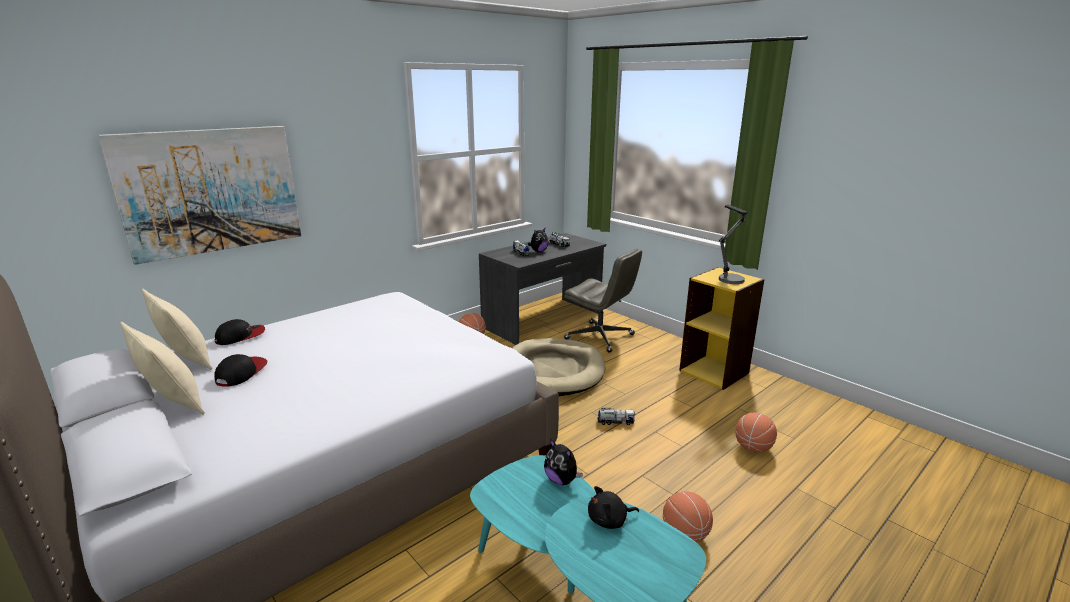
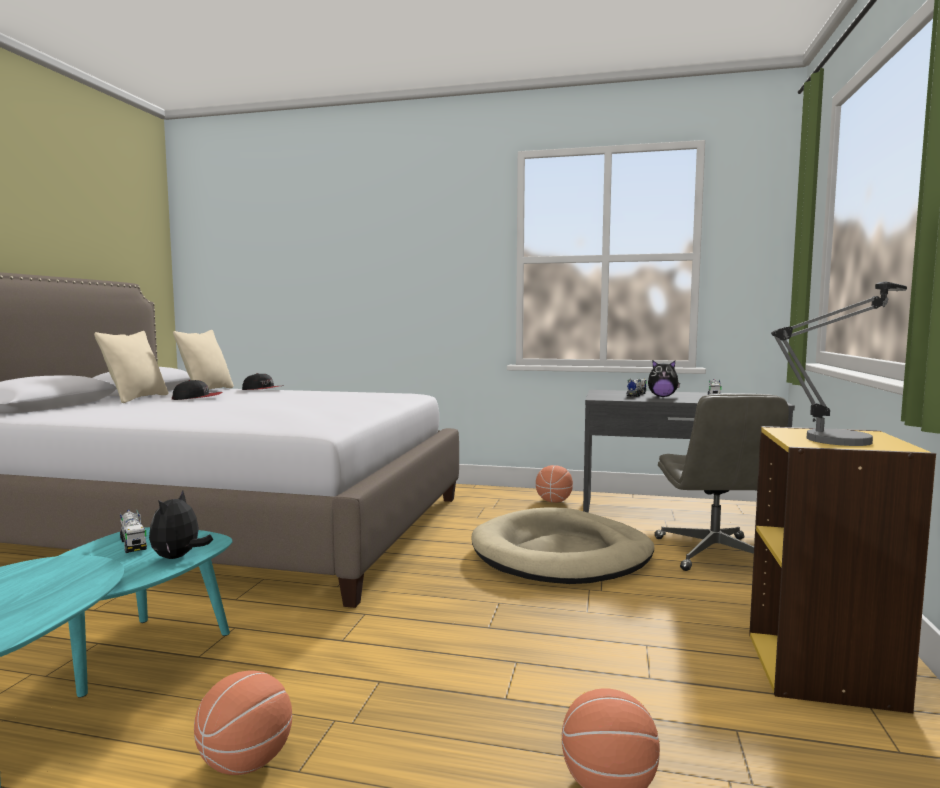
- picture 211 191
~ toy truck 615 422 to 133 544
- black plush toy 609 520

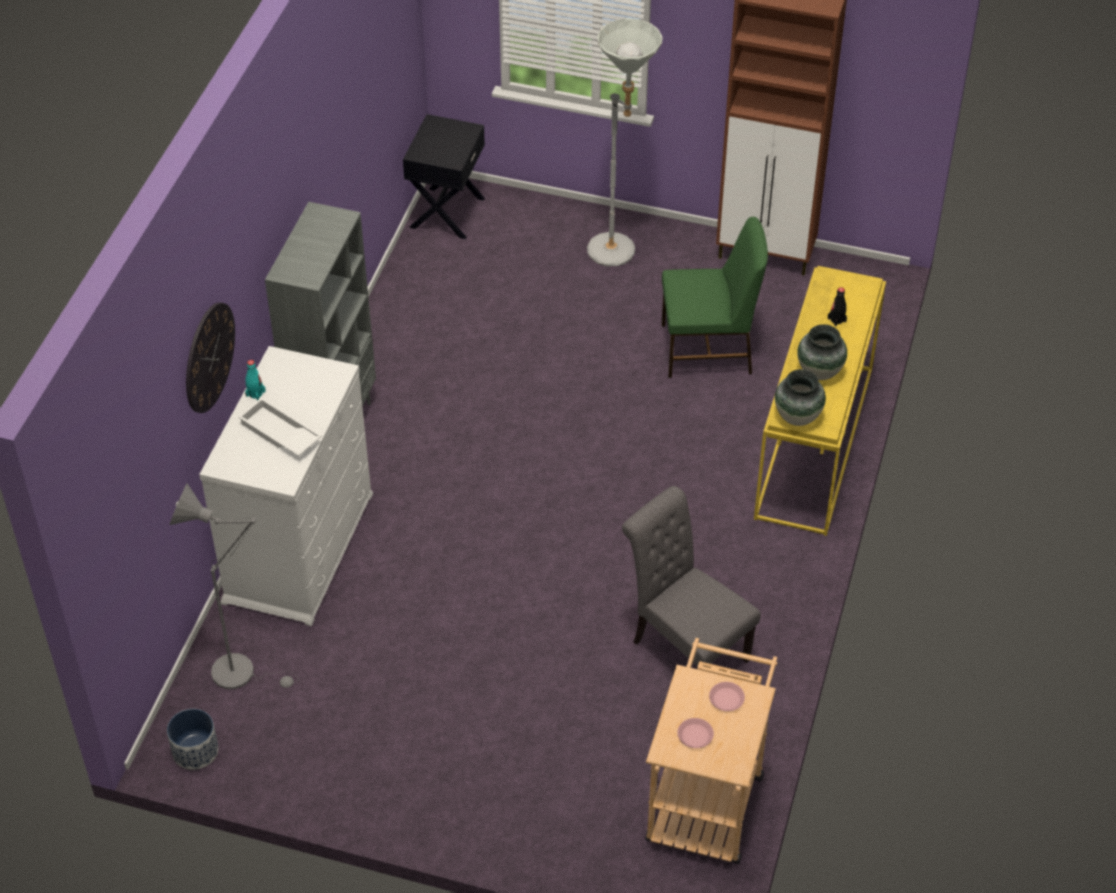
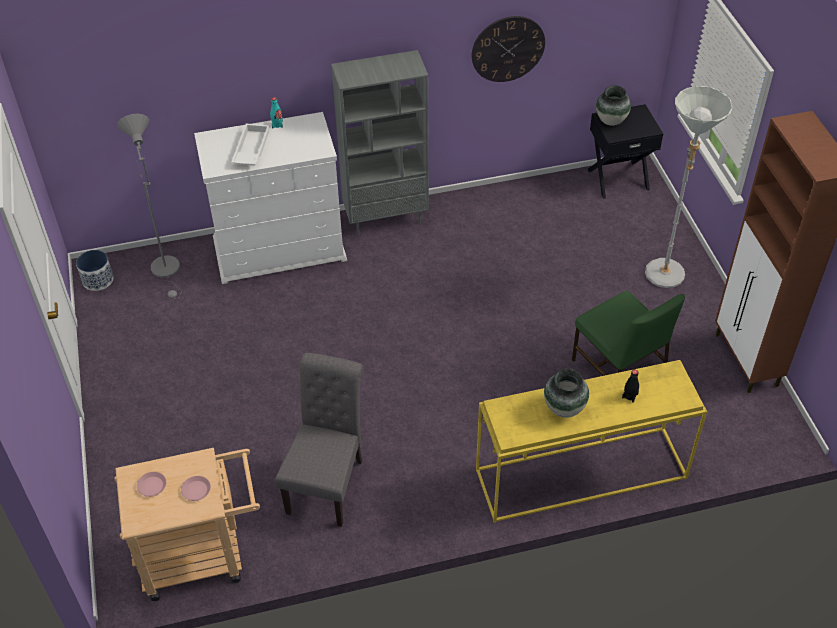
~ wall clock 209 357 to 508 49
~ vase 797 417 to 611 121

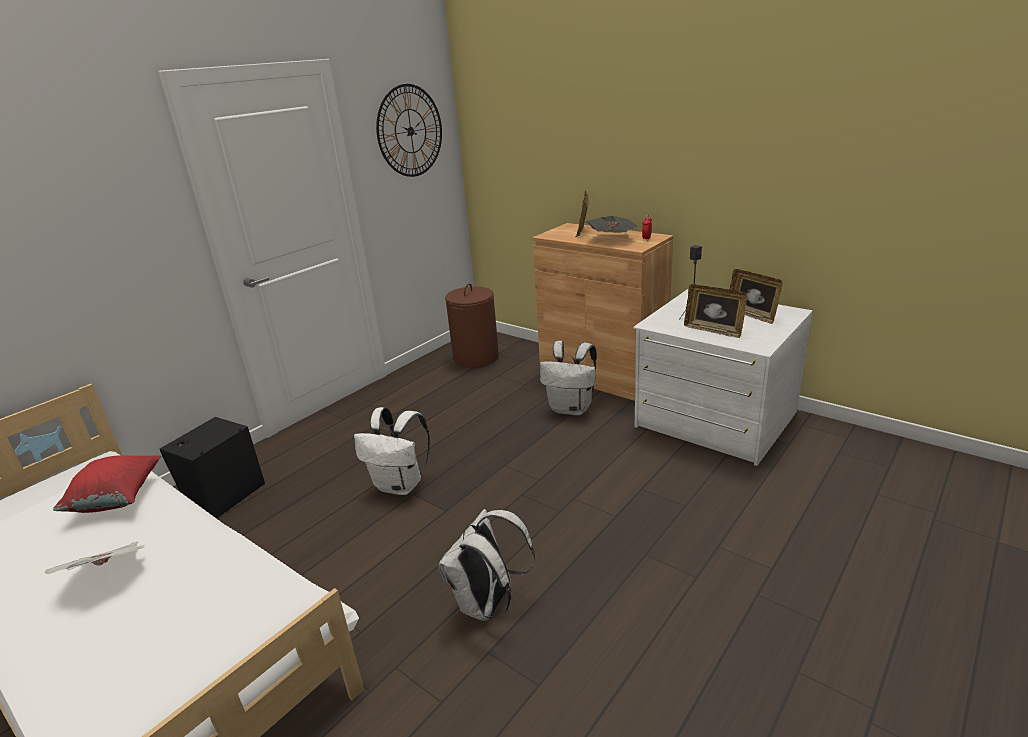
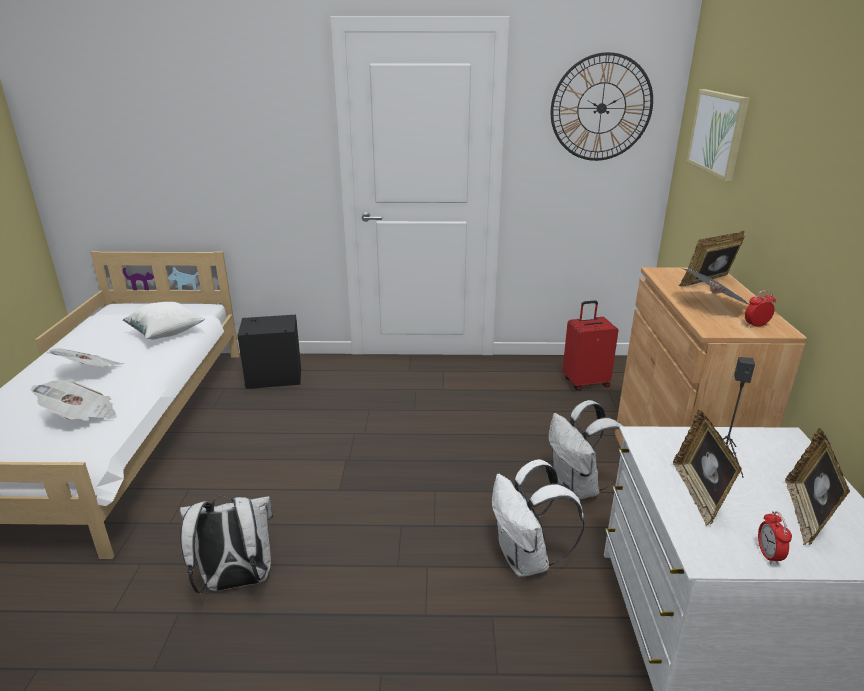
~ brown laundry basket 476 357 to red suitcase 585 382
~ white backpack 400 485 to 526 560
~ red pillow 117 499 to white pillow 166 334
+ picture 717 133
+ newspaper 82 417
+ alarm clock 768 555

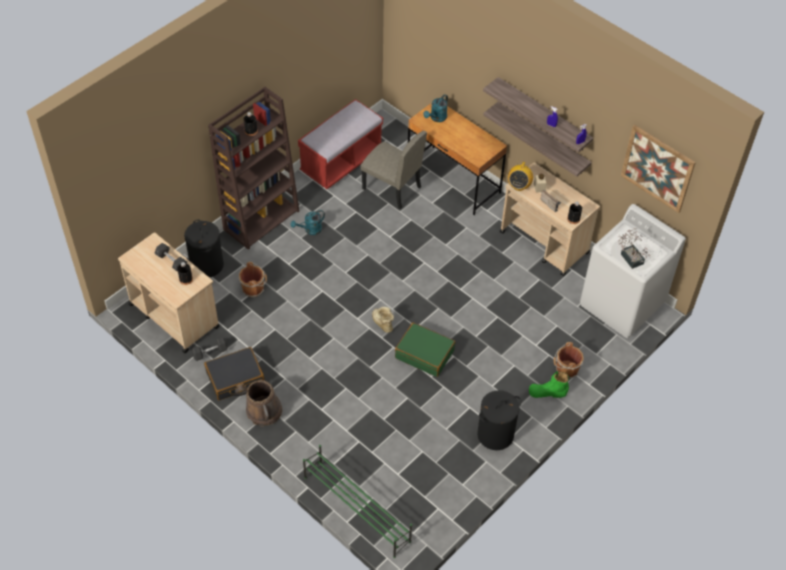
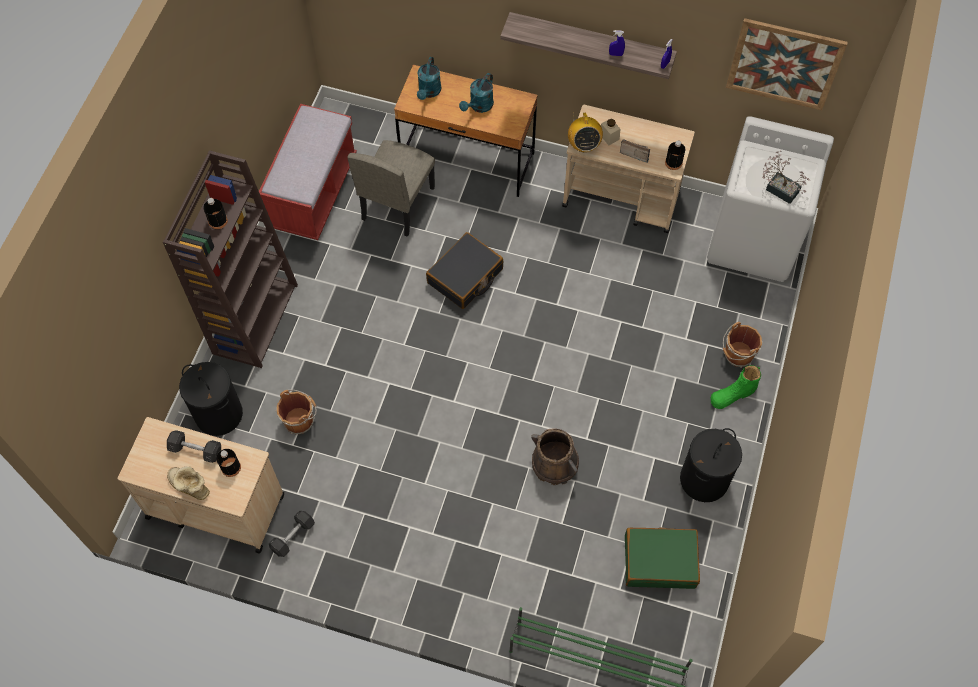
- shelf 542 139
~ beige chair 391 188 = 397 203 105 degrees clockwise
~ turquoise watering can 310 230 to 479 106
~ boot 382 323 to 189 487
~ green suitcase 424 354 to 660 561
~ black suitcase 235 379 to 465 276
~ brown bucket 264 411 to 554 463

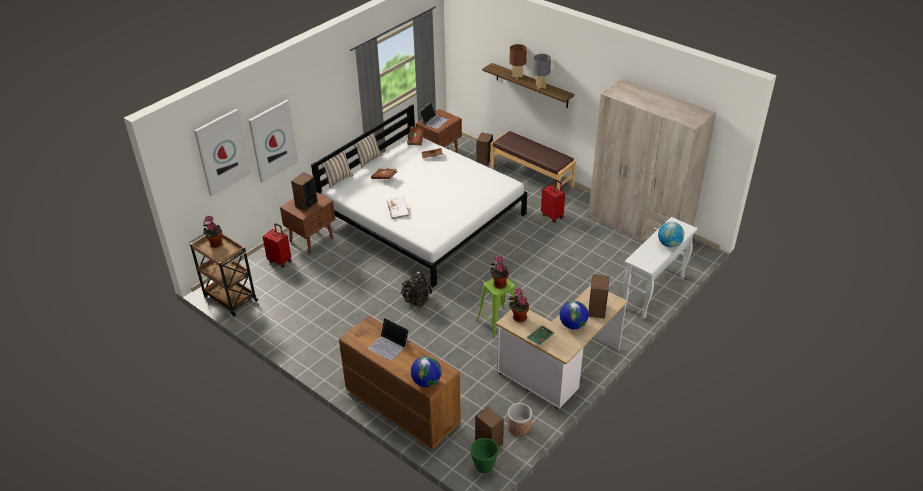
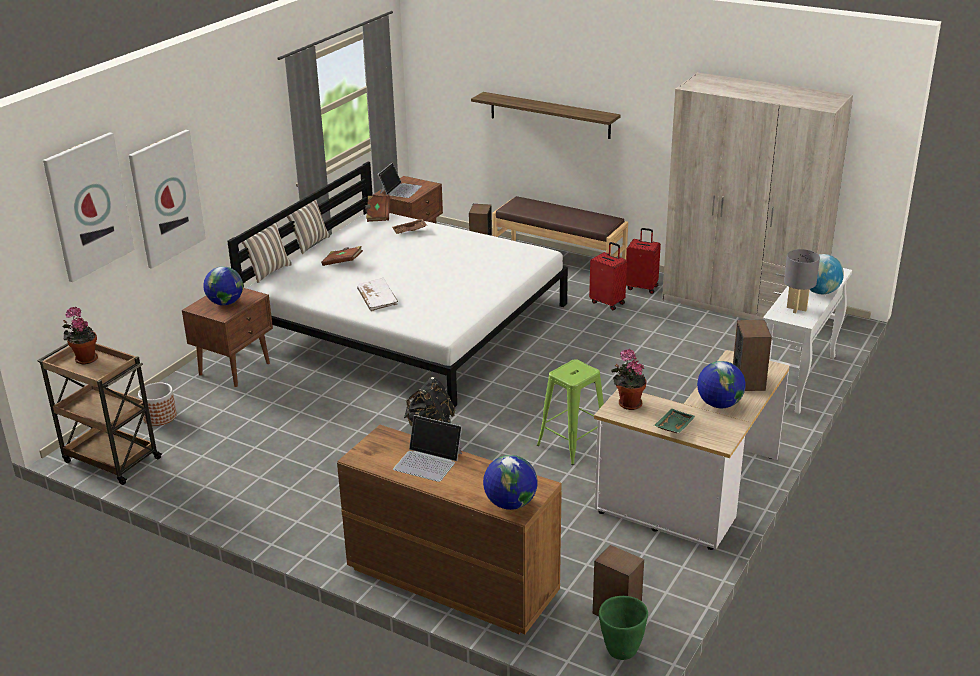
- brown table lamp 517 76
~ grey table lamp 540 86 to 796 309
~ speaker 306 204 to globe 225 303
~ red suitcase 280 260 to 642 287
- potted plant 499 284
~ planter 519 426 to 159 417

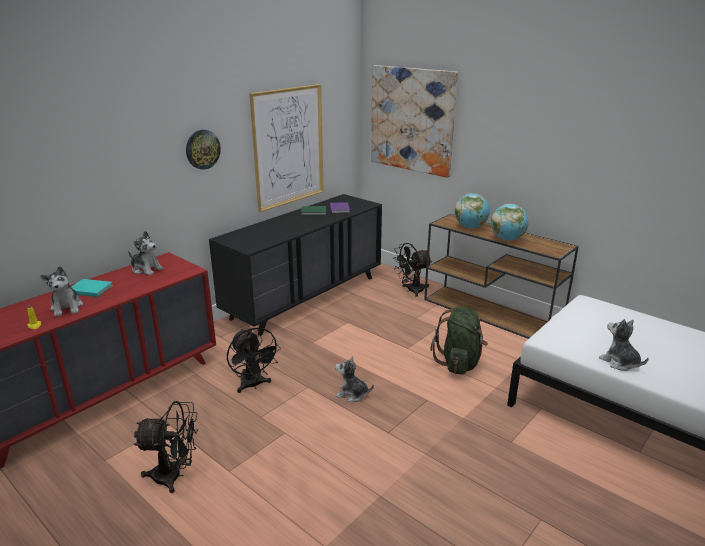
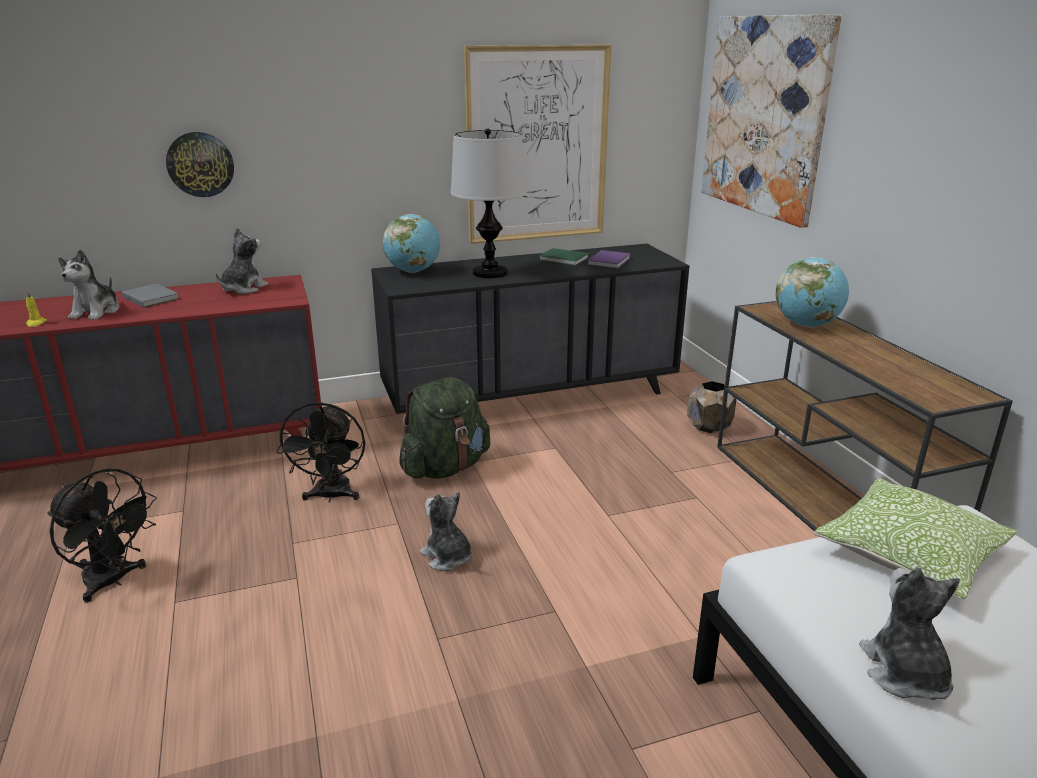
~ wall clock 202 149 to 200 164
~ globe 507 239 to 413 271
~ plush toy 146 269 = 243 289 120 degrees counterclockwise
~ black fan 411 290 to brown planter 709 427
~ turquoise book 90 289 to grey book 151 297
~ green backpack 459 363 to 445 468
+ table lamp 489 273
+ pillow 909 554

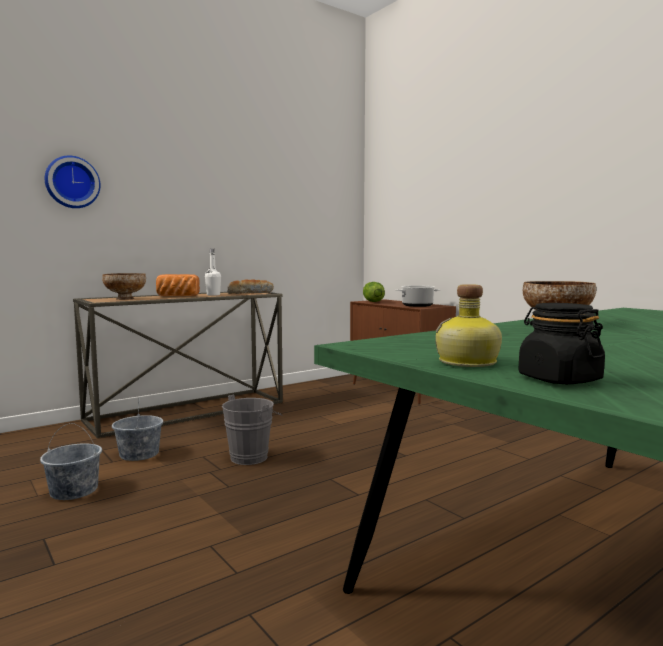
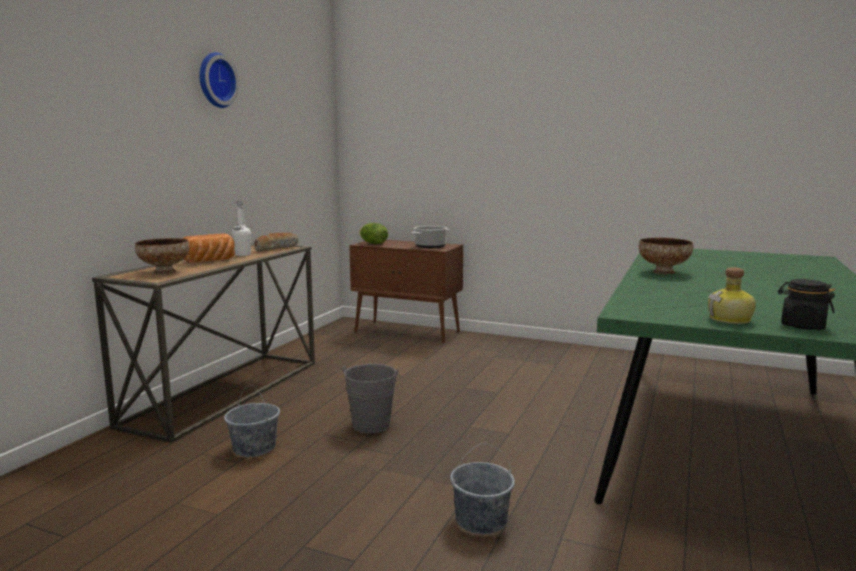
~ wall clock 72 182 to 215 80
~ grey bucket 73 491 to 480 520

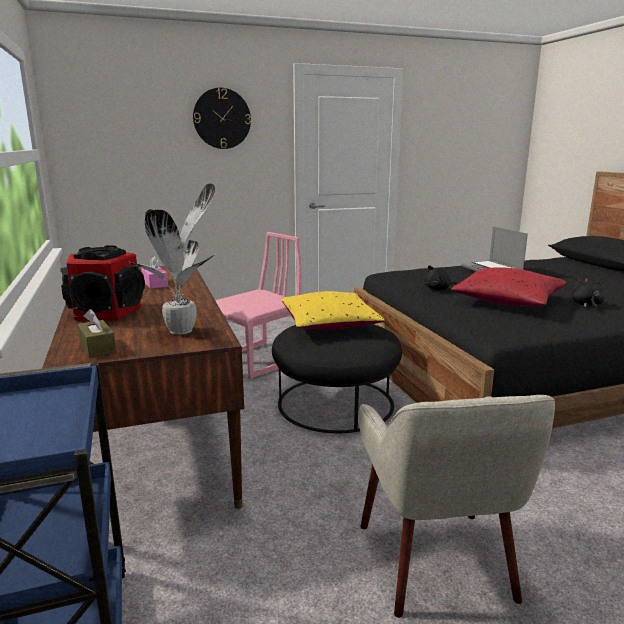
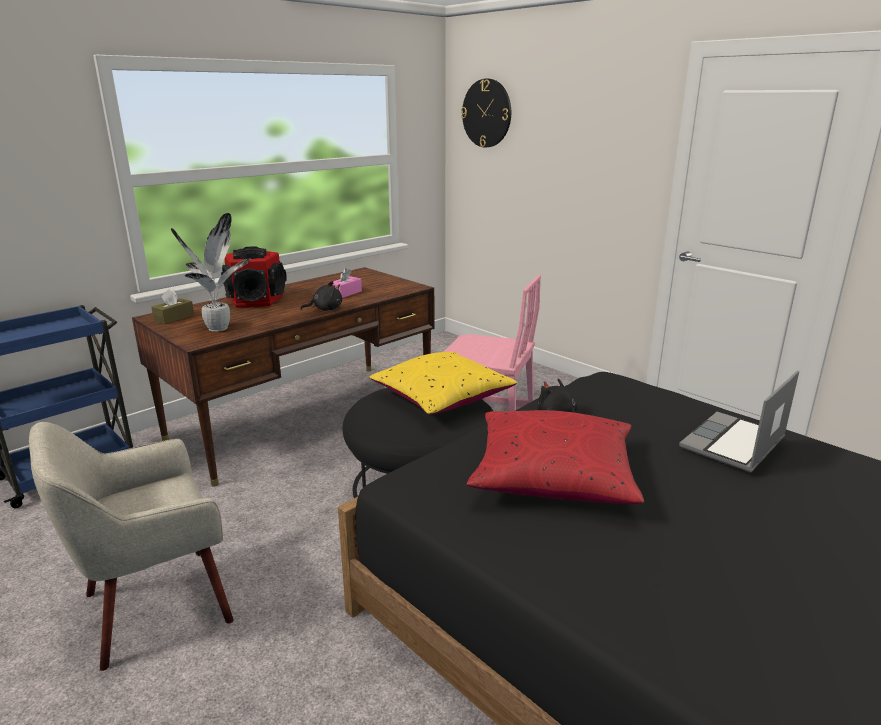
~ wall clock 222 118 to 487 113
~ black plush toy 586 305 to 325 309

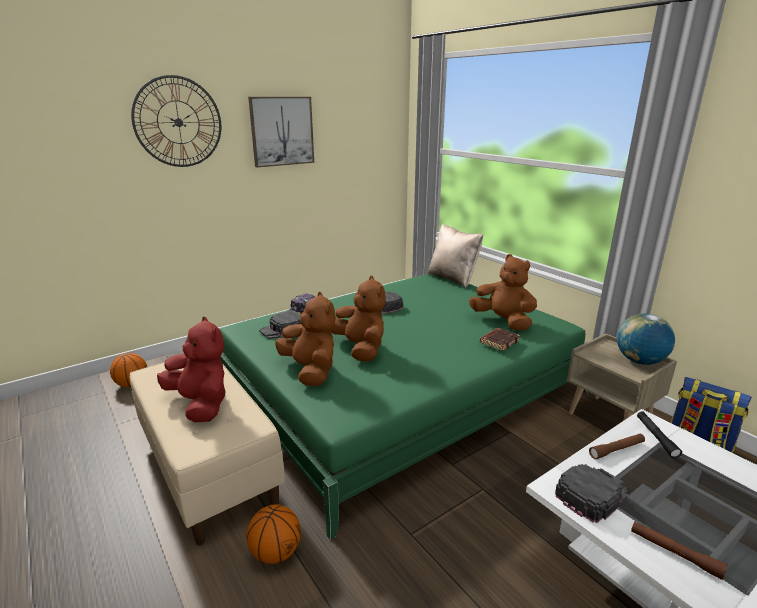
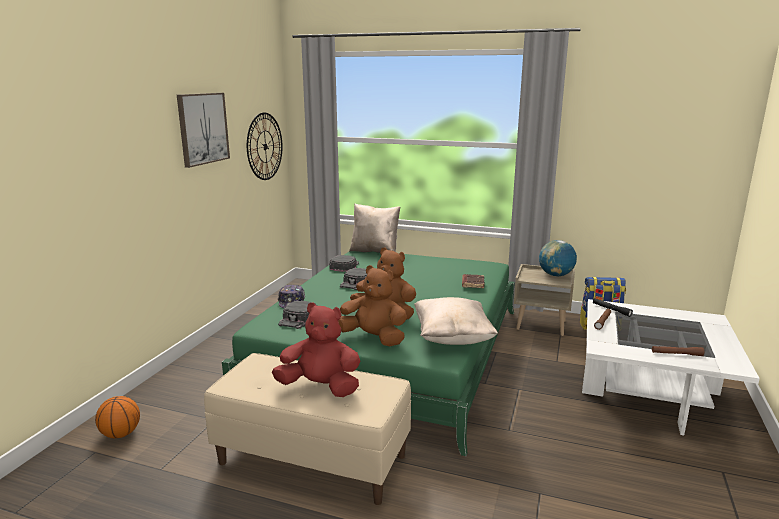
~ wall clock 178 122 to 265 146
- brown plush toy 503 321
~ black cap 591 494 to 344 266
- basketball 276 553
+ beige pillow 452 338

